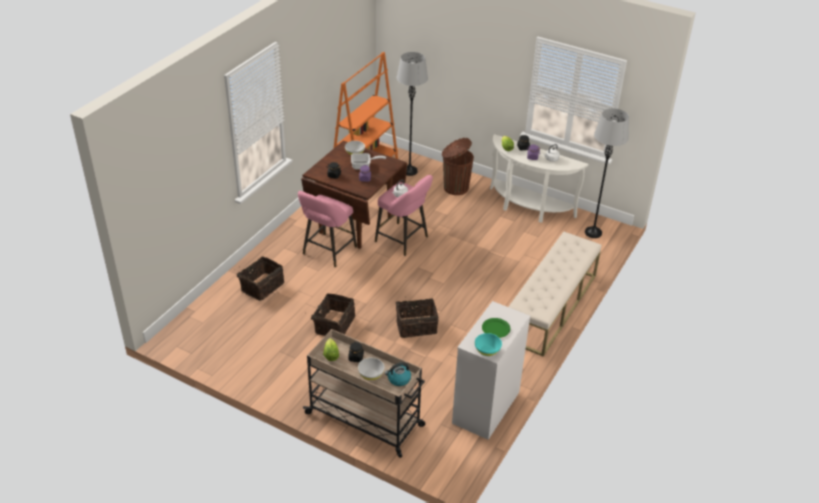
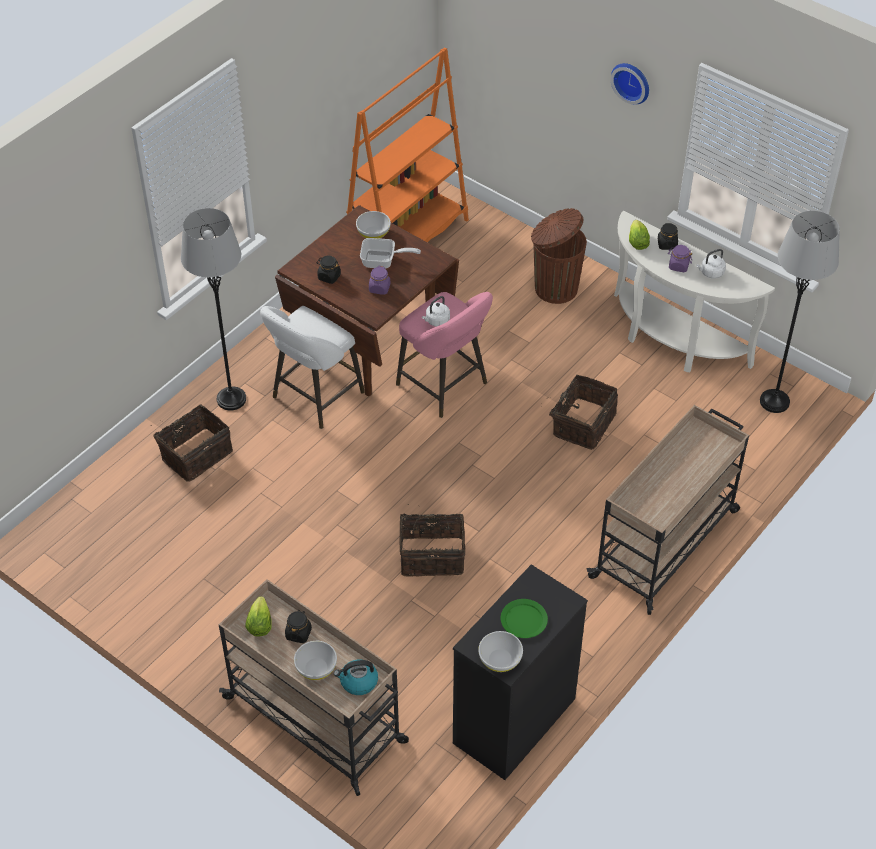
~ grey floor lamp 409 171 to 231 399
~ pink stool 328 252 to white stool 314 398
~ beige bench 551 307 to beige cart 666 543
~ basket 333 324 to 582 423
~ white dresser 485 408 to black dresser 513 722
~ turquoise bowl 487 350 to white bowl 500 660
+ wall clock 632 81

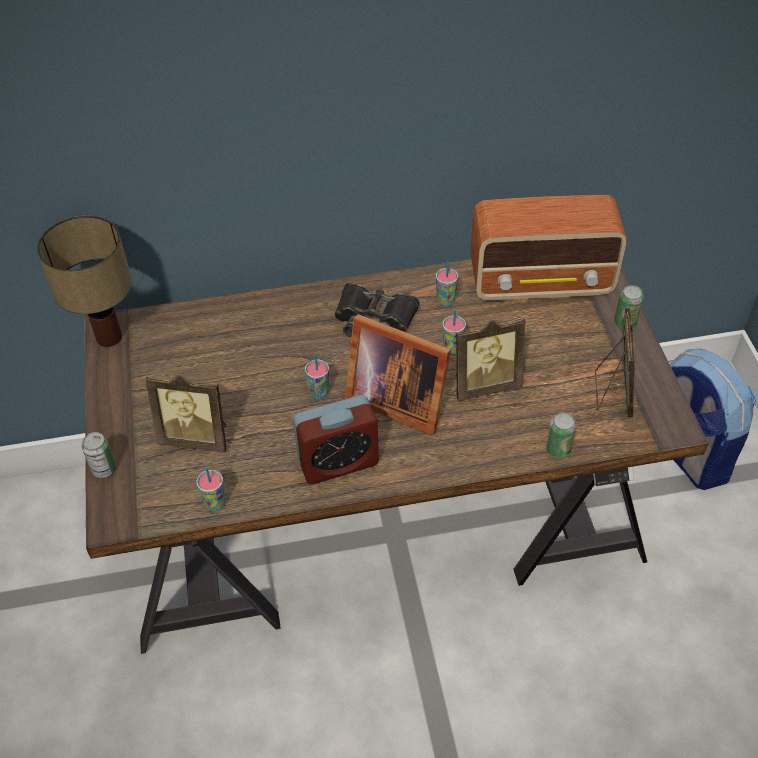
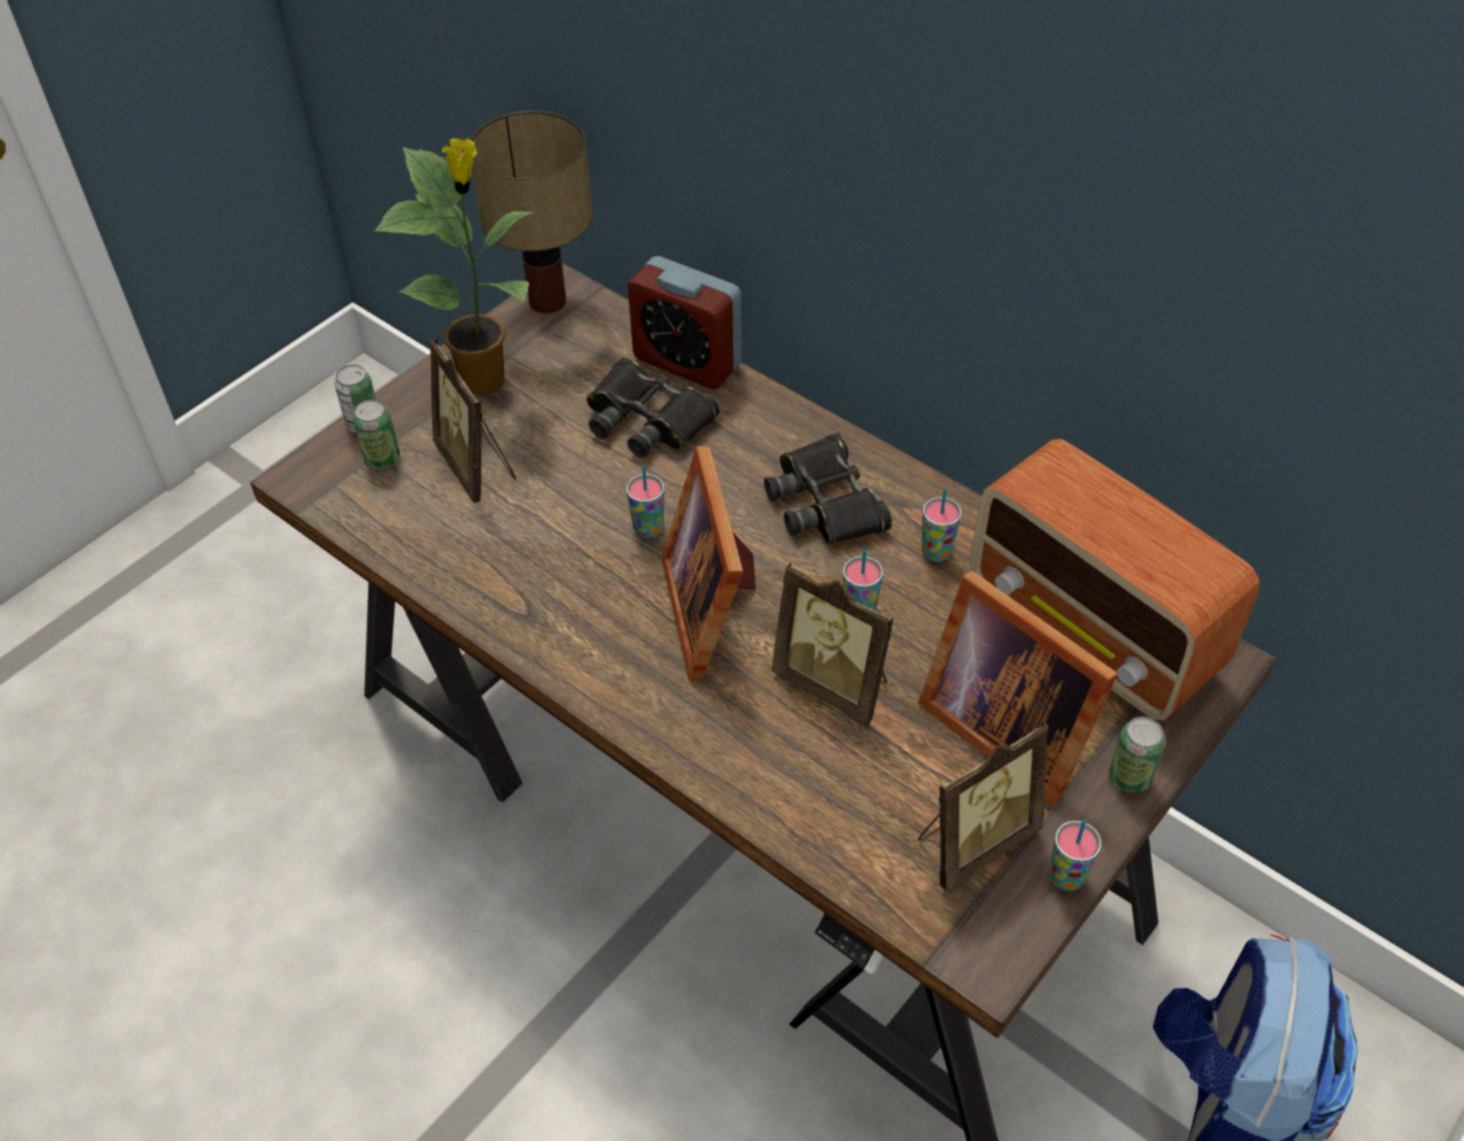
~ alarm clock 338 462 to 687 361
~ can 558 449 to 382 459
~ cup 215 504 to 1066 877
+ potted plant 486 379
+ black binoculars 647 419
+ picture frame 1004 725

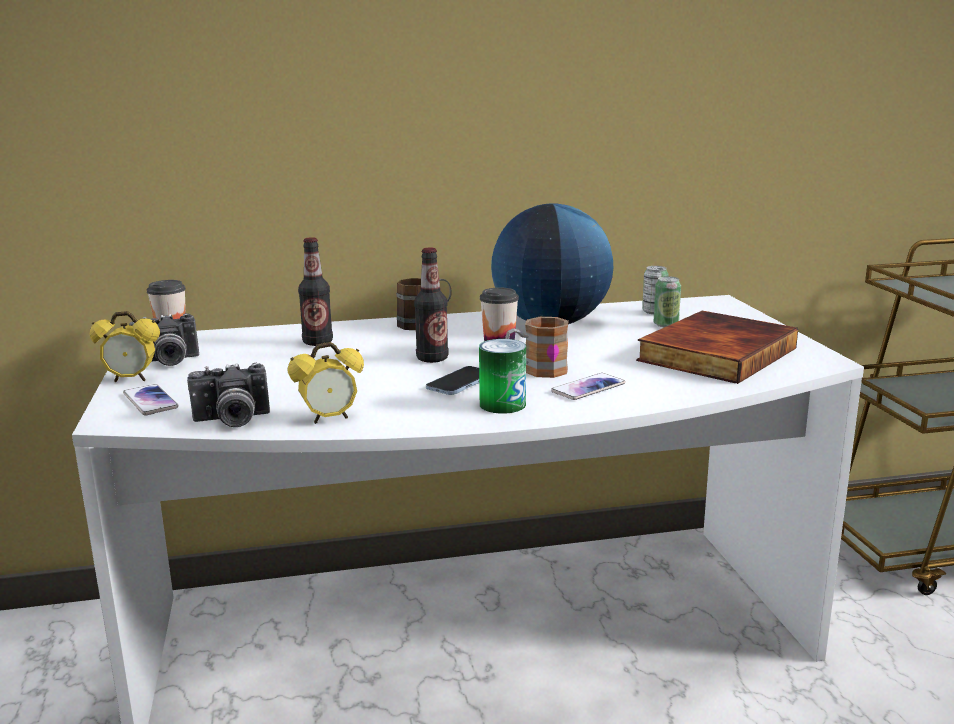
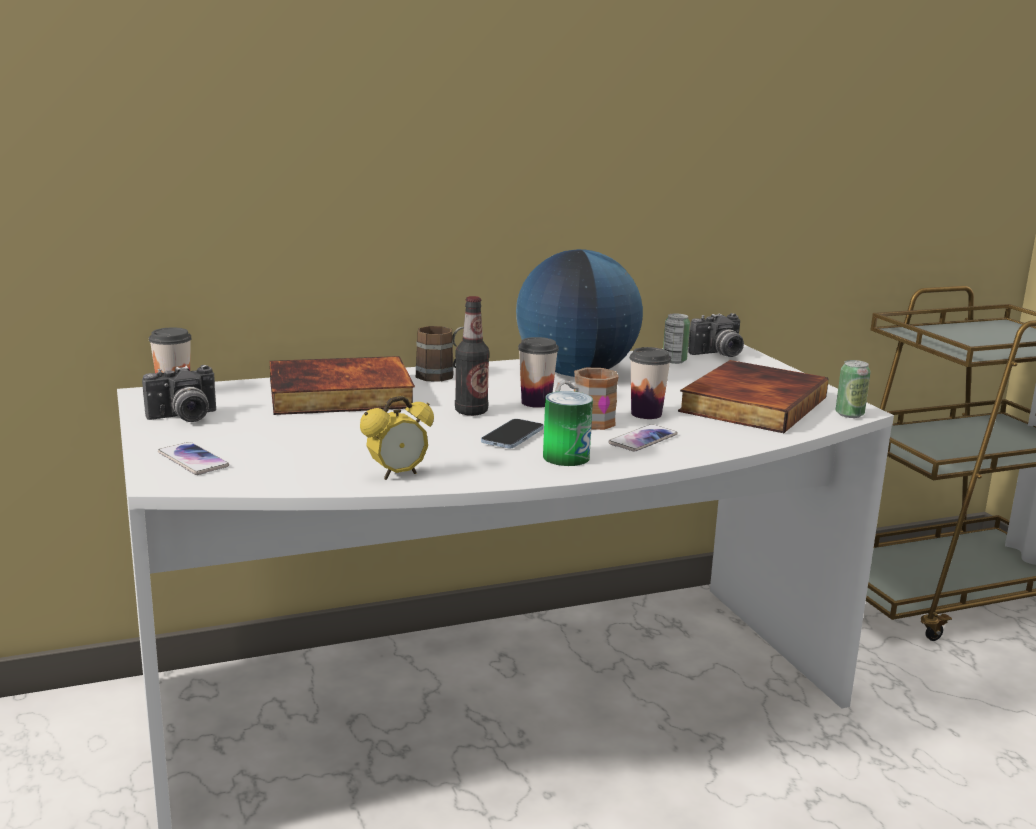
~ bottle 317 342 to book 339 395
~ can 666 325 to 849 414
- alarm clock 131 379
~ photo camera 231 421 to 718 354
+ cup 646 414

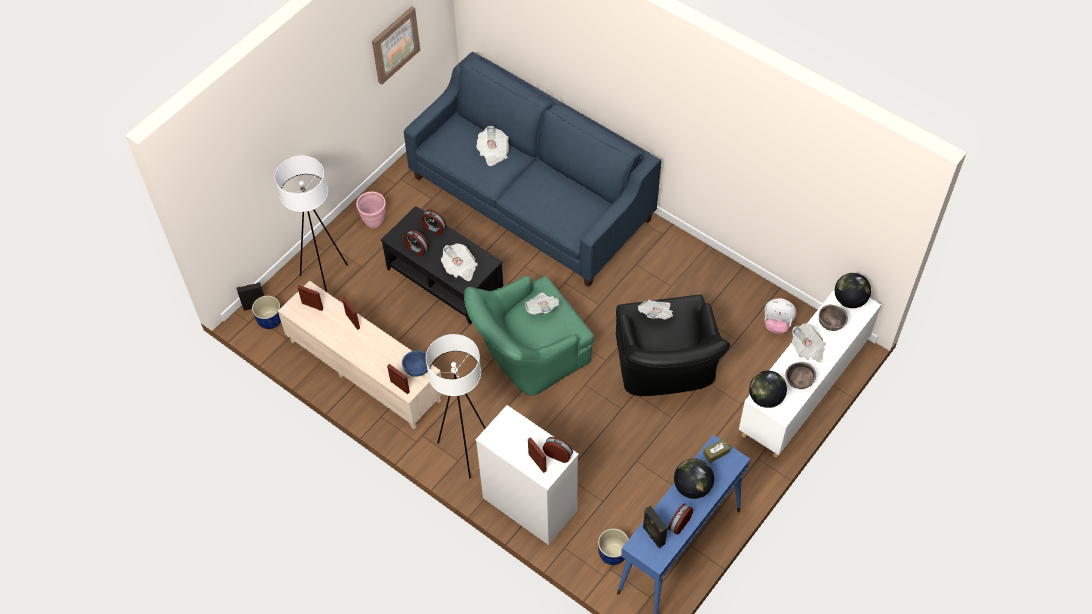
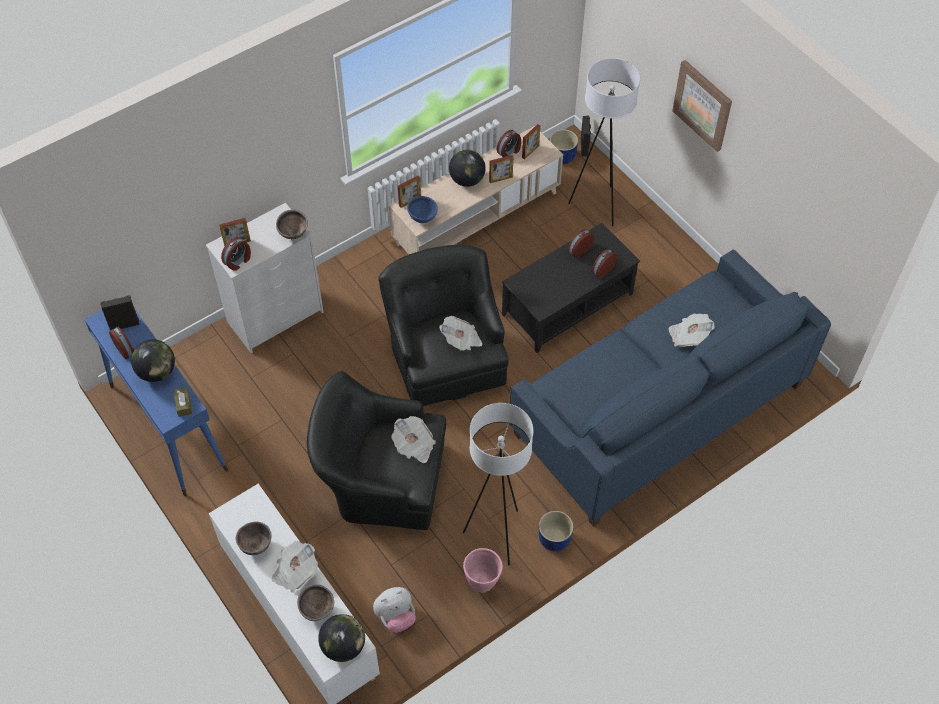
~ picture 395 44 to 703 105
~ pink planter 374 221 to 482 582
- newspaper 460 268
~ green armchair 527 355 to black armchair 445 355
~ plush toy 777 324 = 396 616 150 degrees counterclockwise
~ white floor lamp 465 452 to 497 535
~ globe 765 398 to 467 180
~ blue planter 613 553 to 554 539
+ alarm clock 509 152
+ brown bowl 293 234

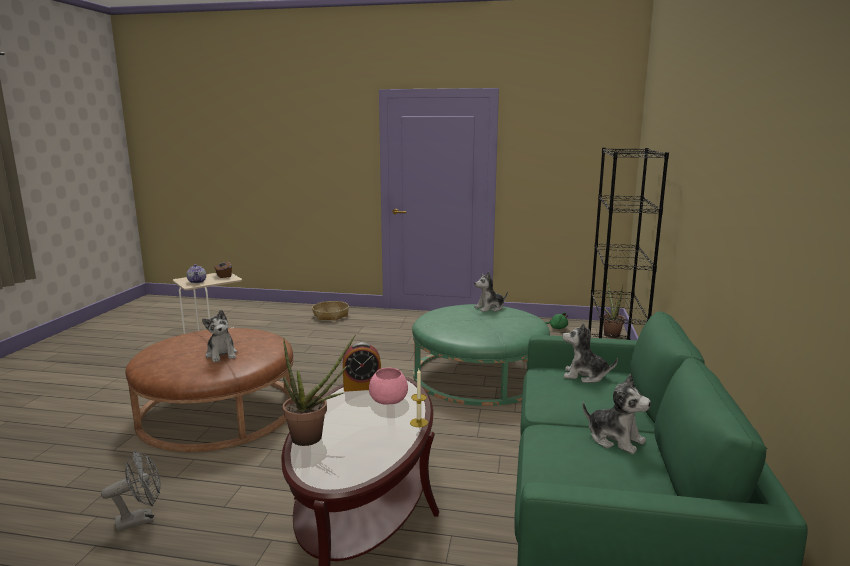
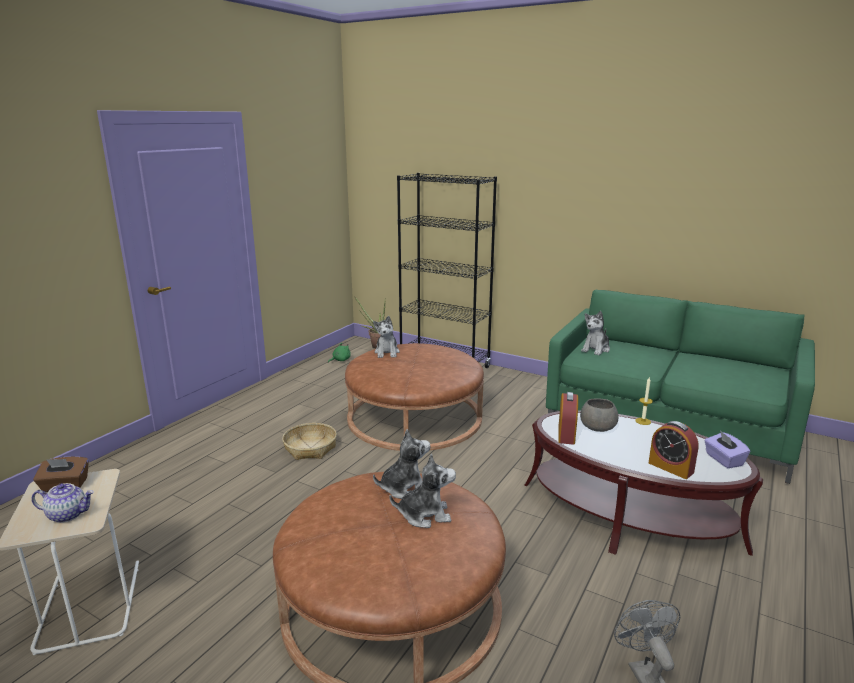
~ basket 330 315 to 310 448
~ green ottoman 479 375 to brown ottoman 414 416
~ potted plant 313 438 to alarm clock 670 467
~ pink bowl 388 400 to grey bowl 597 427
~ plush toy 615 439 to 403 488
+ purple tissue box 723 460

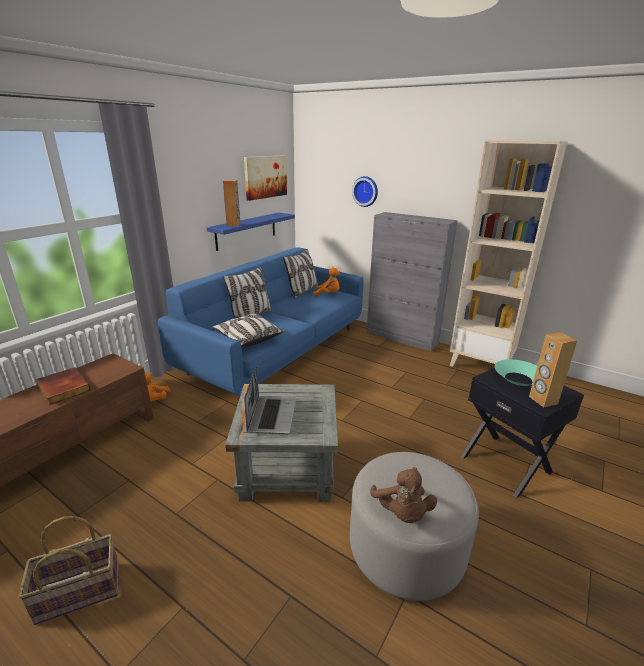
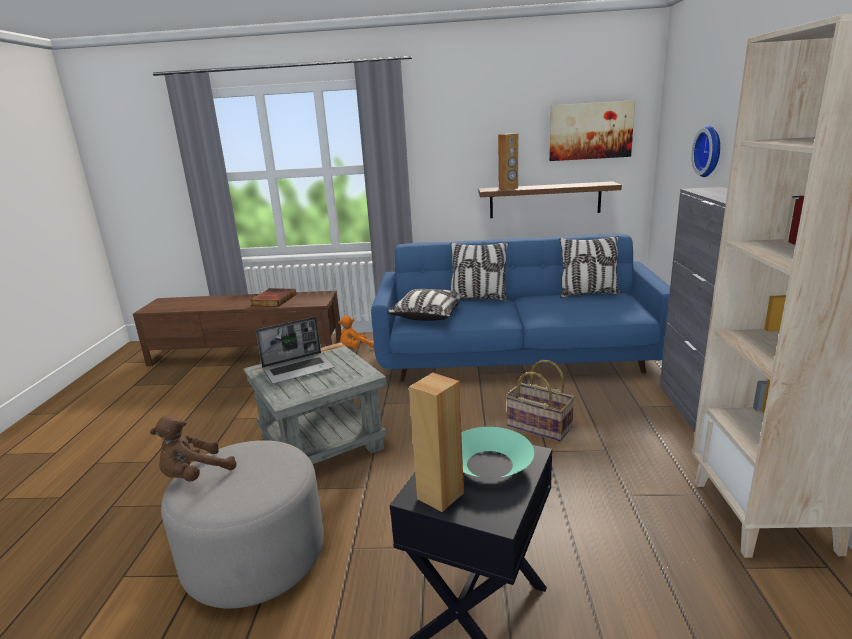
~ blue shelf 246 231 to brown shelf 545 200
- orange plush toy 328 294
~ basket 78 593 to 538 427

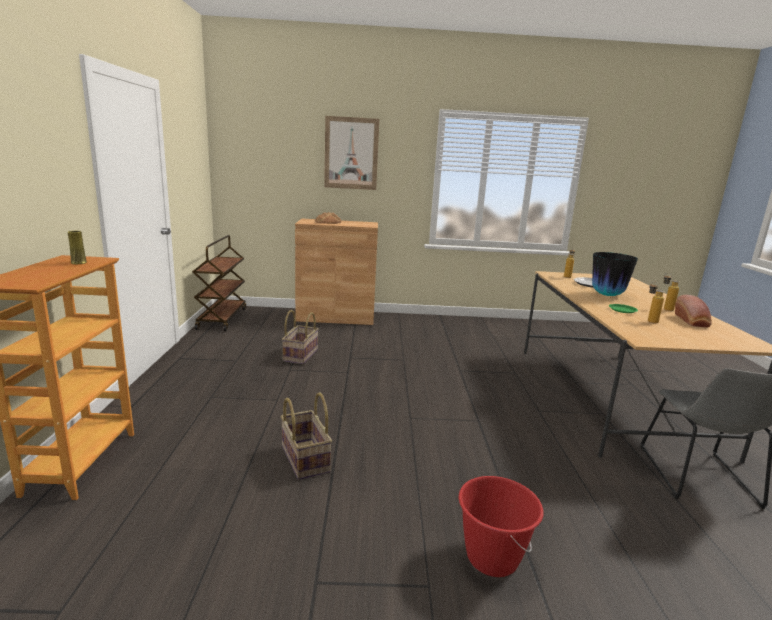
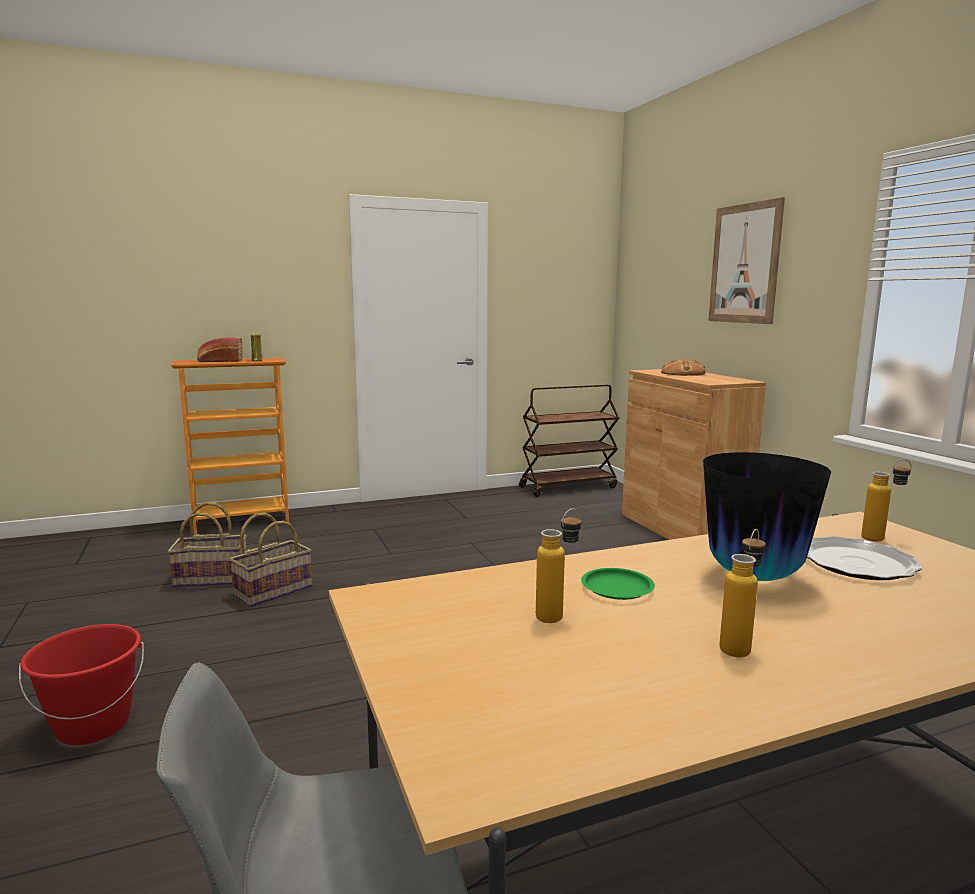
~ bread 692 321 to 219 361
~ basket 300 355 to 212 578

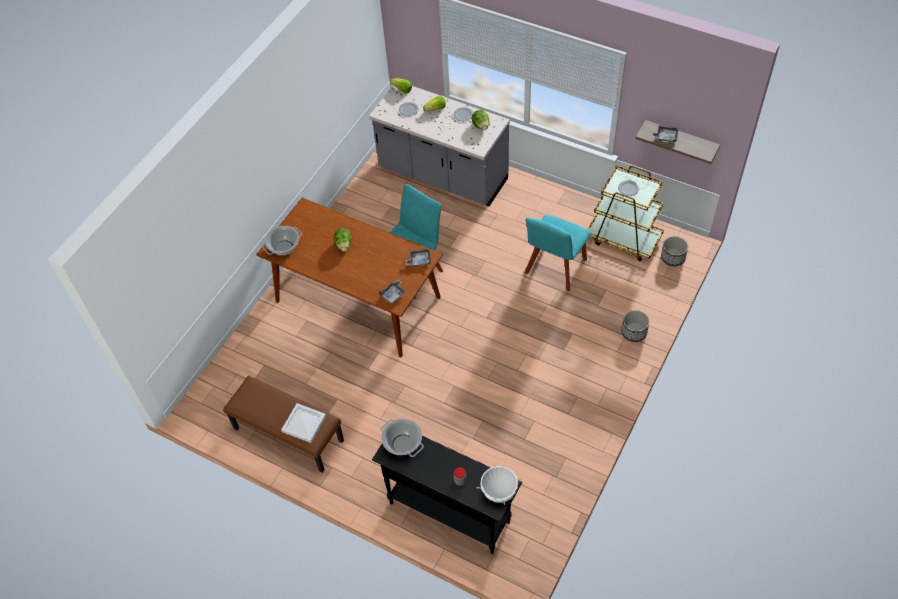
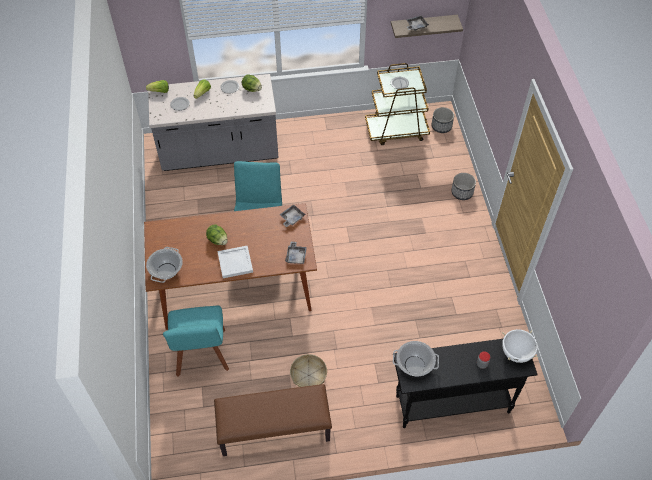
~ turquoise chair 554 269 to 201 355
~ white tray 304 424 to 236 263
+ basket 308 375

